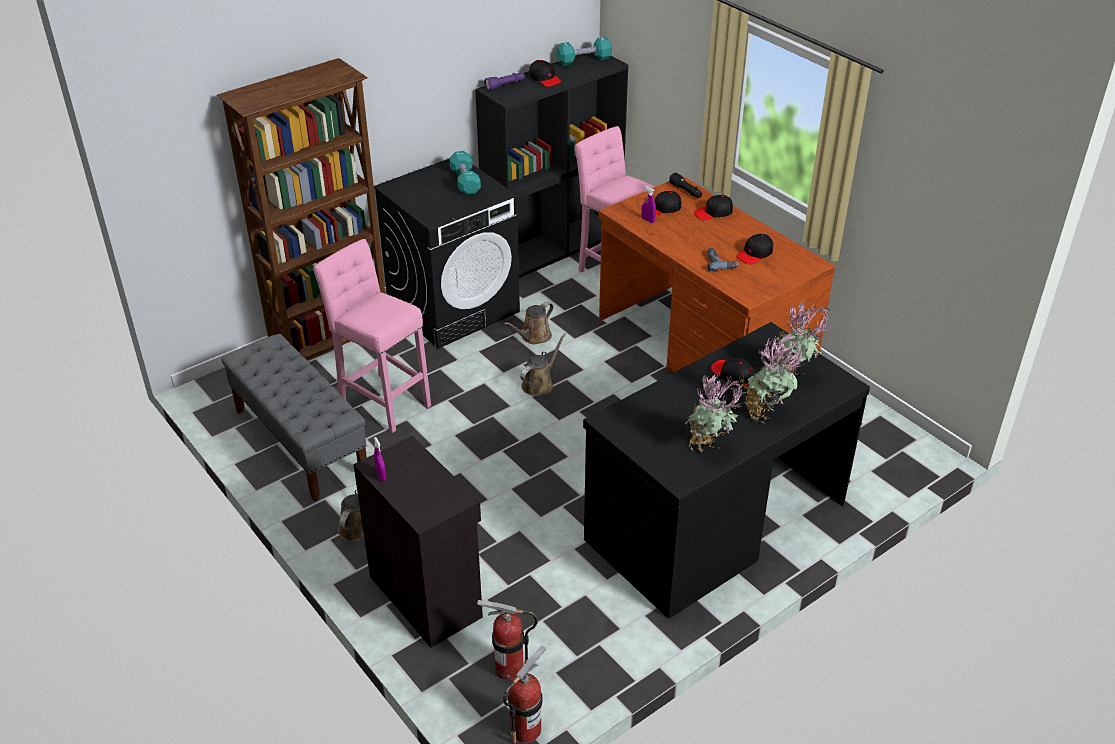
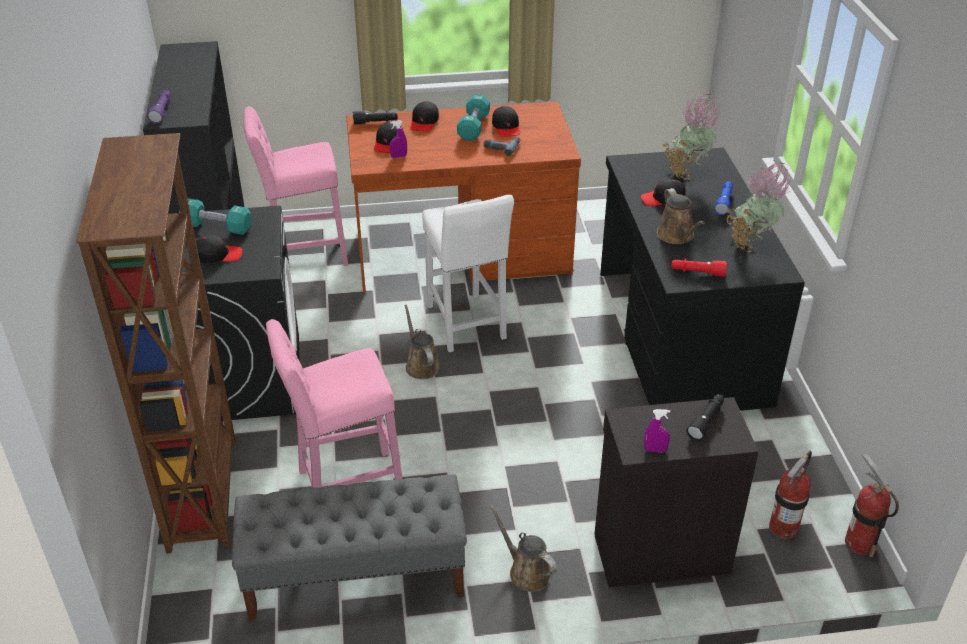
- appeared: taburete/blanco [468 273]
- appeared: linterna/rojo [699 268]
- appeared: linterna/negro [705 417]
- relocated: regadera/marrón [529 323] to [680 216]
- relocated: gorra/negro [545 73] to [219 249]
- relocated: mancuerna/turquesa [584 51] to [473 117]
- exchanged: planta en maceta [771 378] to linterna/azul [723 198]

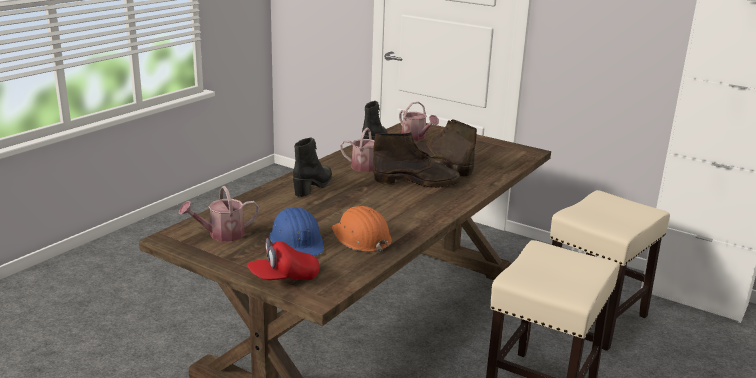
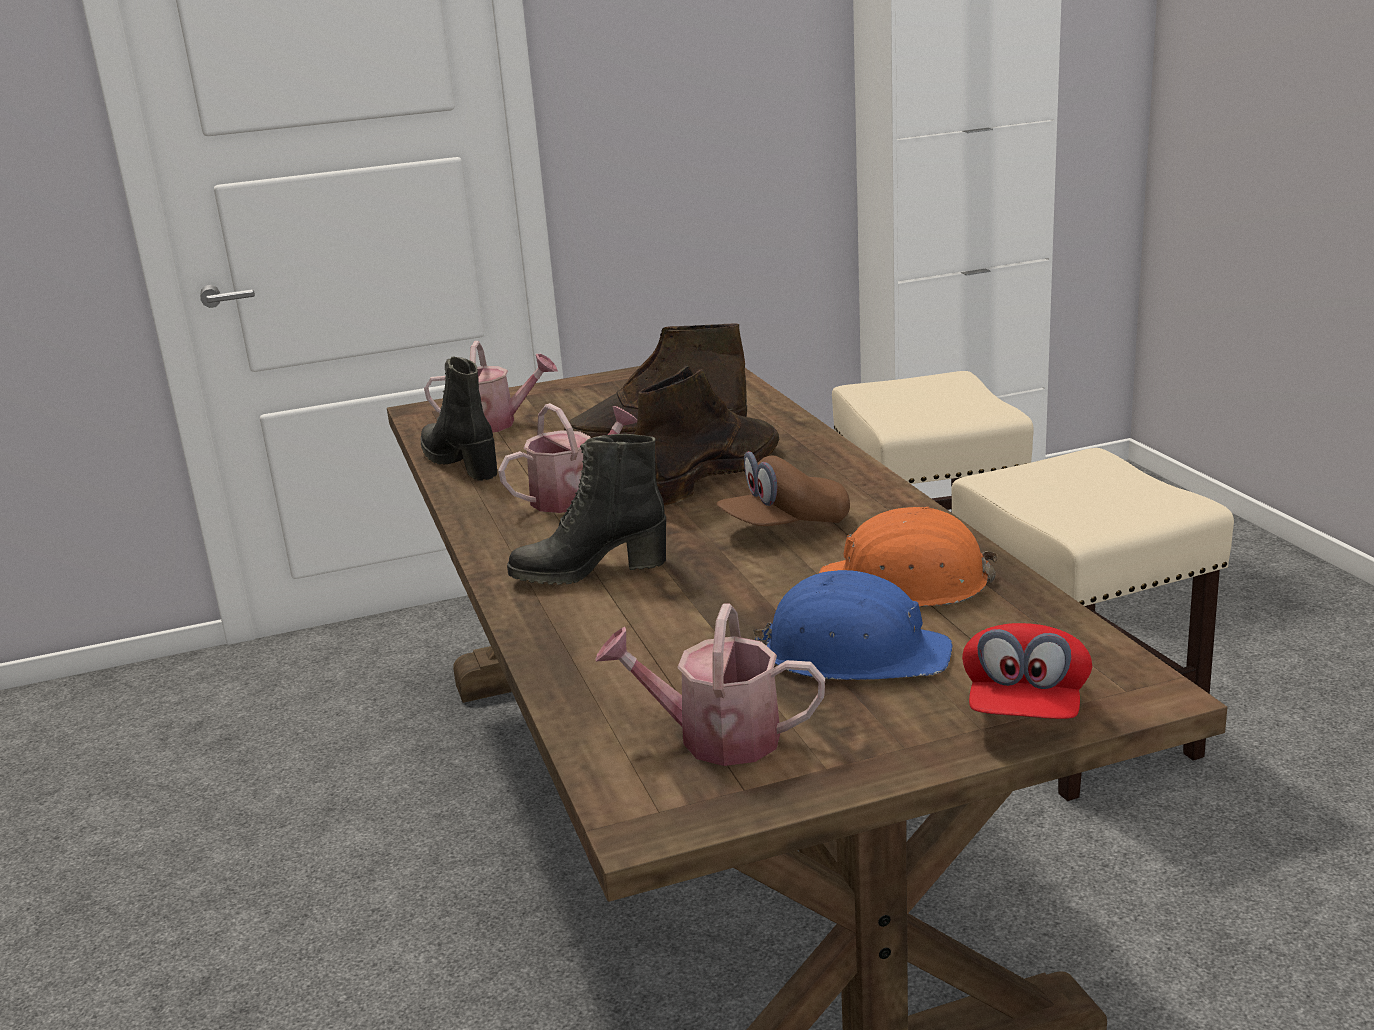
- appeared: gorra/marrón [783 488]
- spun: regadera [219 213] = [710 684] 90 degrees clockwise
- spun: bota/negro [312 167] = [586 509] 75 degrees counterclockwise

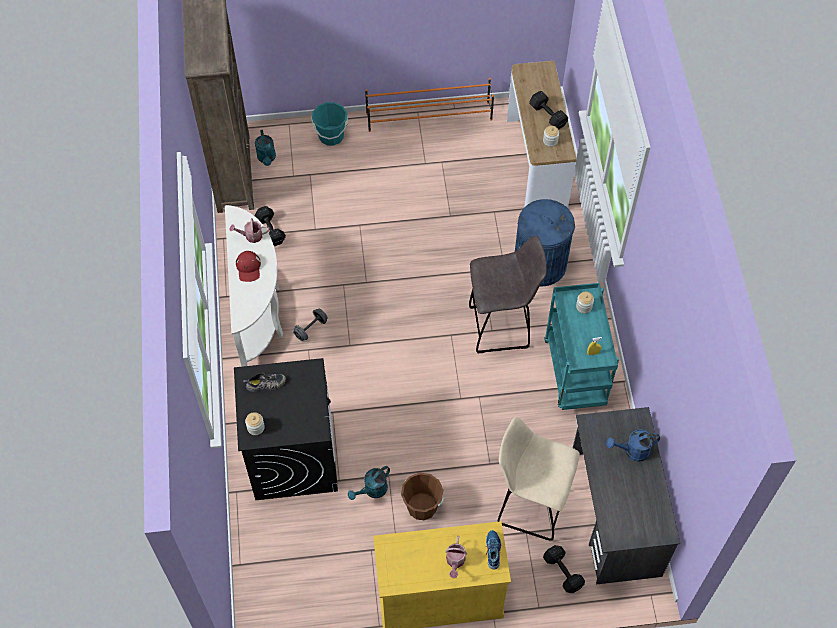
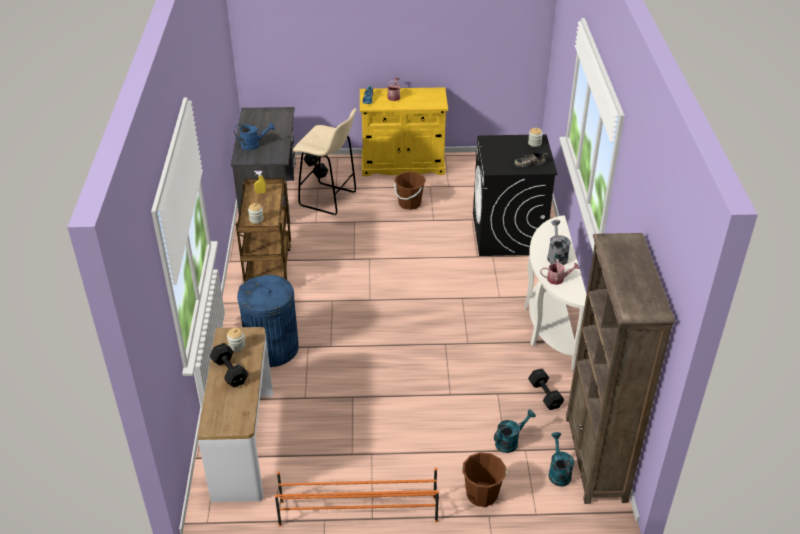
- missing: mancuerna/gris [310 324]
- missing: taburete/gris [507 294]
- relocated: regadera/turquesa [369 483] to [515 431]
- exchanged: gorra/rojo [248 266] to regadera/gris [559 242]
- colour: cubo/turquesa [329 124] to cubo/marrón [484 479]
- colour: carrito/turquesa [581 346] to carrito/marrón [263 230]

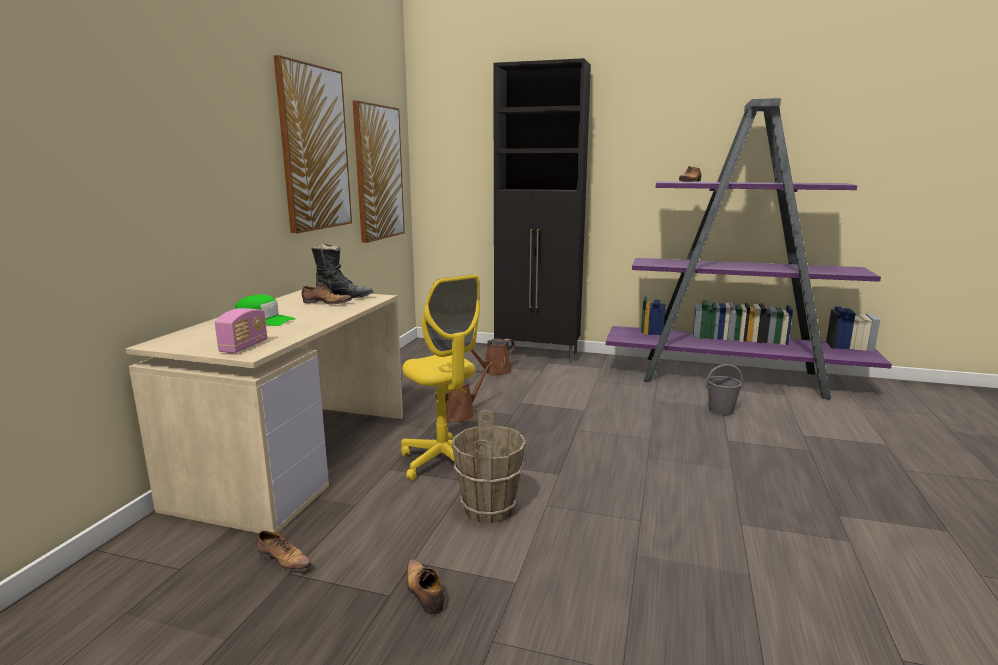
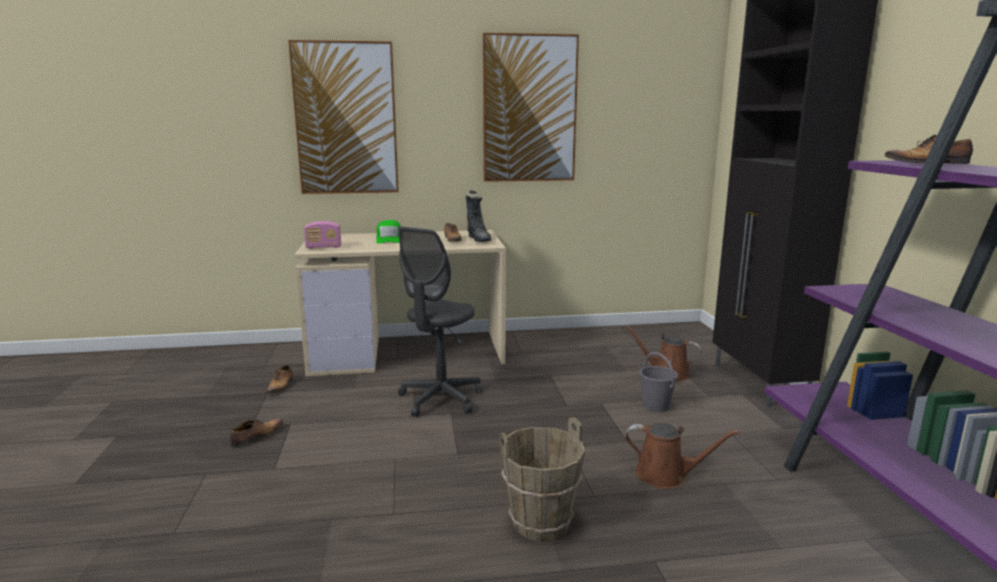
- relocated: cuadro [379 172] to [343 117]
- relocated: regadera/marrón [464 392] to [682 456]
- relocated: cubo/marrón [489 466] to [542 479]
- relocated: cubo/gris [724 389] to [659 382]
- colour: silla de oficina/amarillo [440 377] to silla de oficina/gris [440 322]

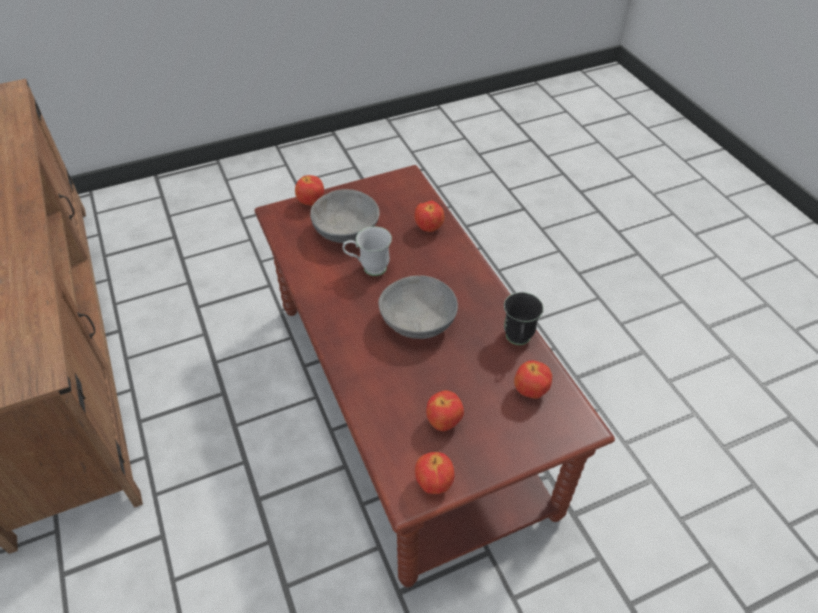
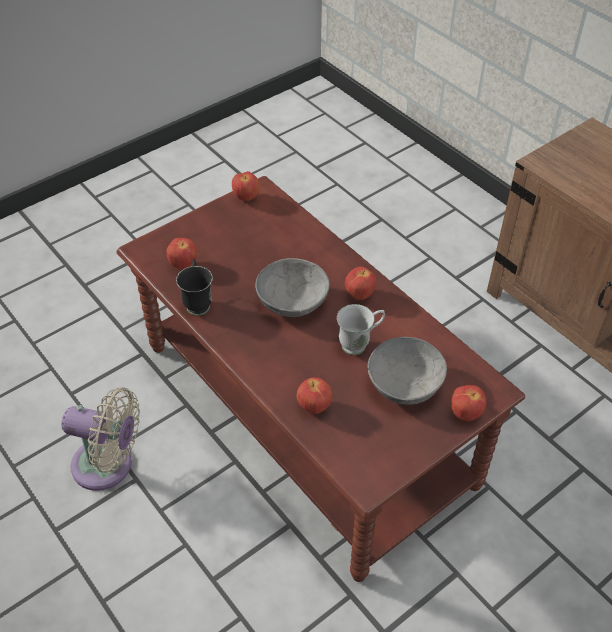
- appeared: ventilador/beis [100 439]
- relocated: manzana [445 410] to [360 283]

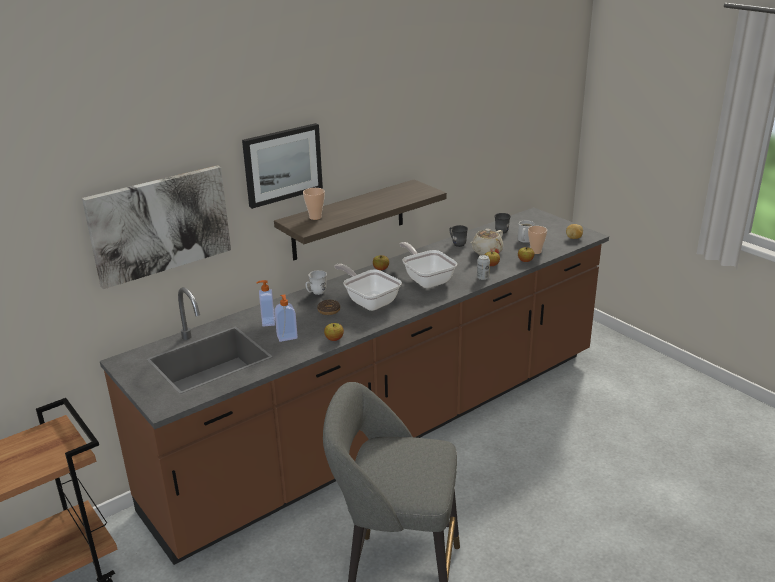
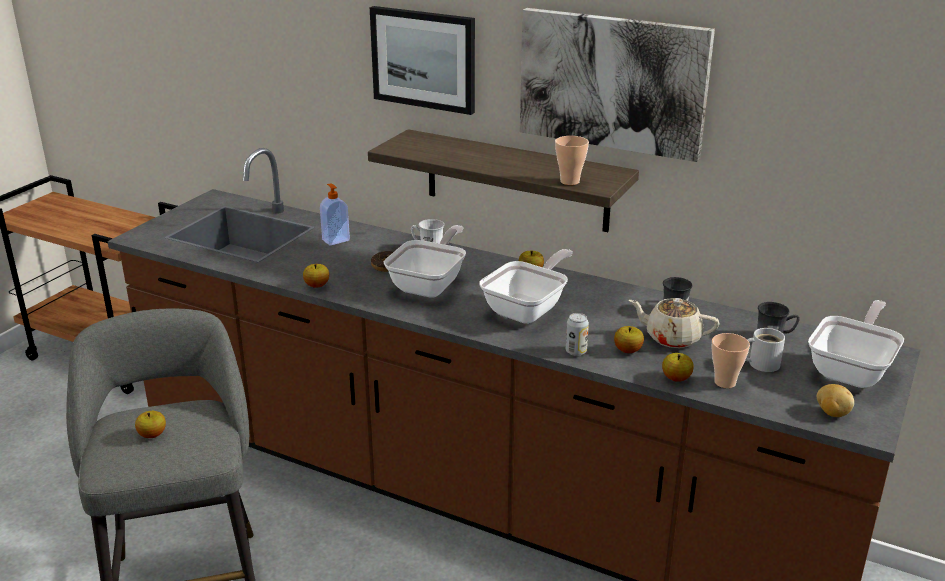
- missing: dispensador de jabón [286 318]
- appeared: manzana [150 424]
- appeared: sartén [856 344]
- relocated: cuadro [156 227] to [617 85]
- relocated: taza [314 204] to [572 160]

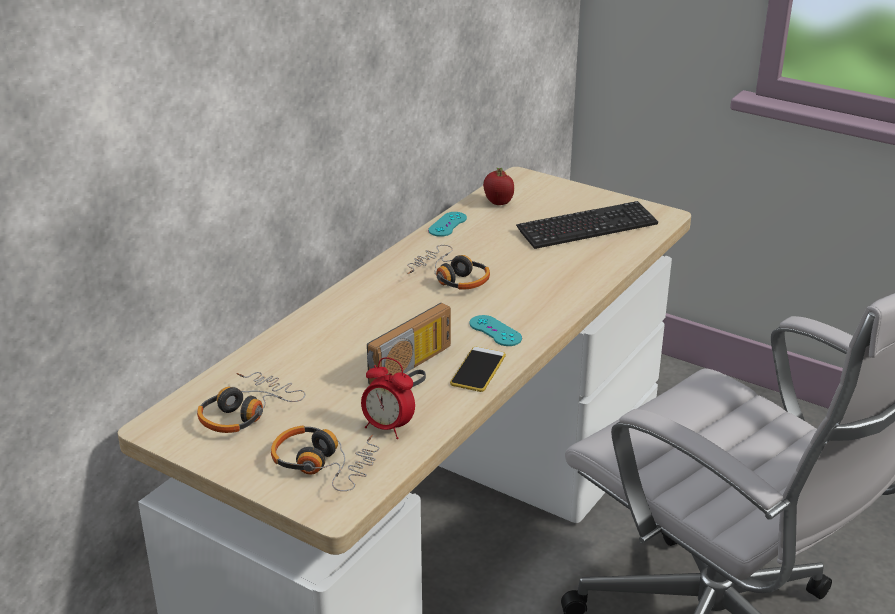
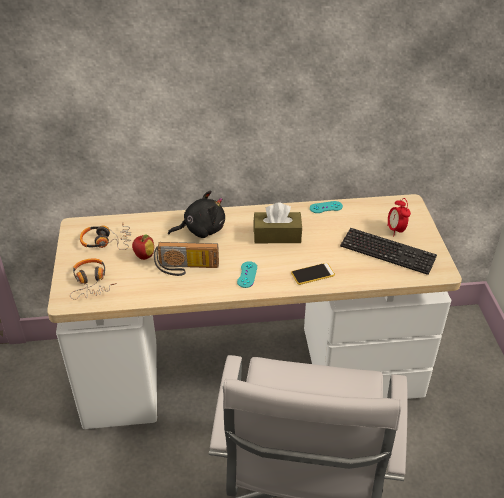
- appeared: peluche/negro [196 214]
- relocated: despertador [388 398] to [399 216]
- relocated: móvil [478 369] to [313 274]
- relocated: manzana [498 186] to [143 247]
- exchanged: auriculares [448 267] to caja de pañuelos/marrón [277 222]

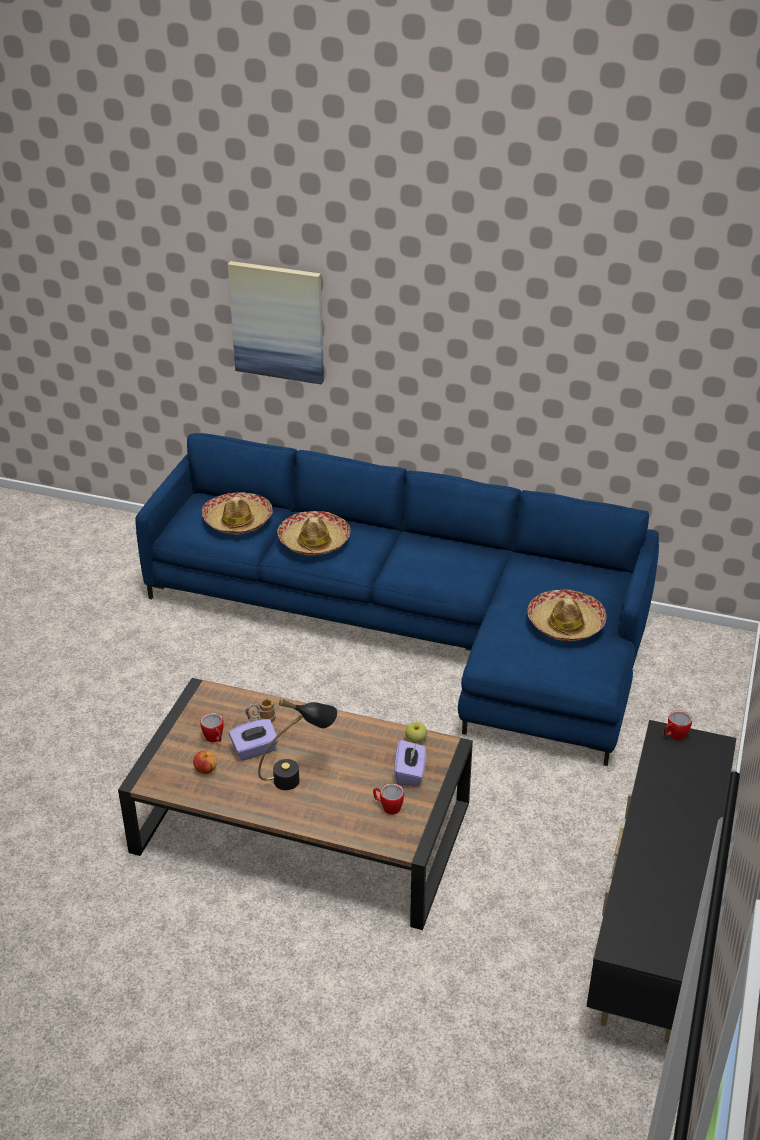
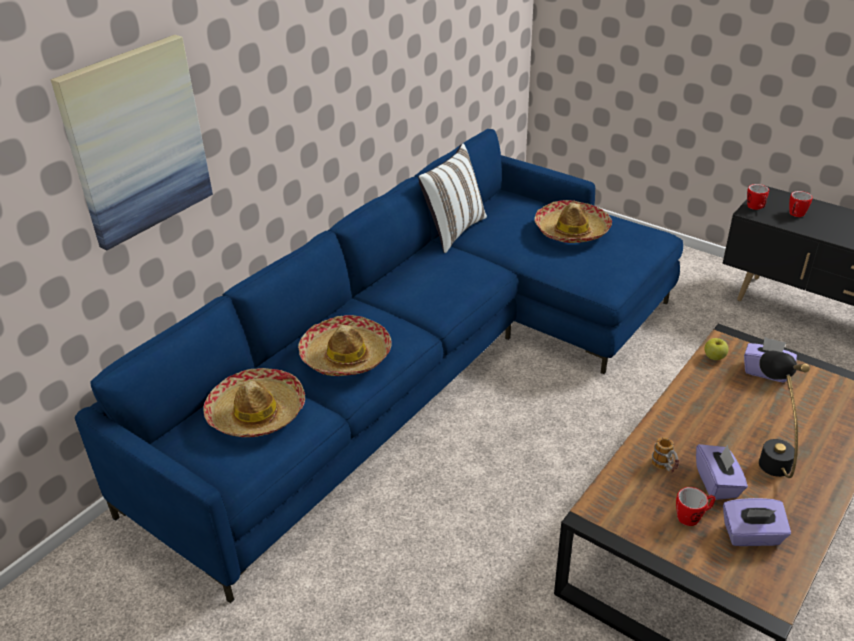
- appeared: cojín/blanco [452 198]
- relocated: taza grande [388 799] to [801 204]
- exchanged: manzana [205 763] to caja de pañuelos/morado [757 522]

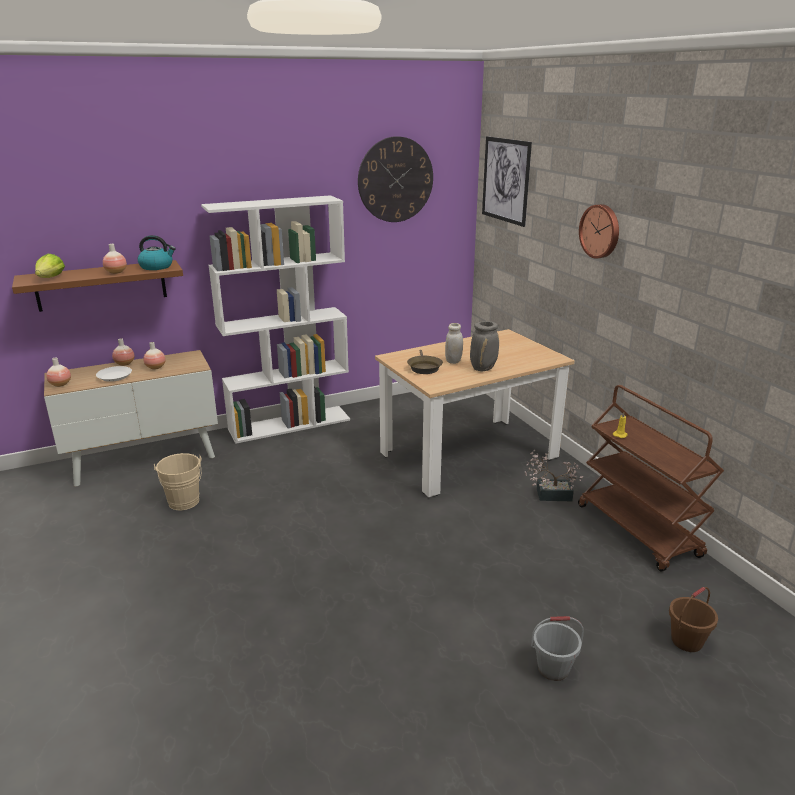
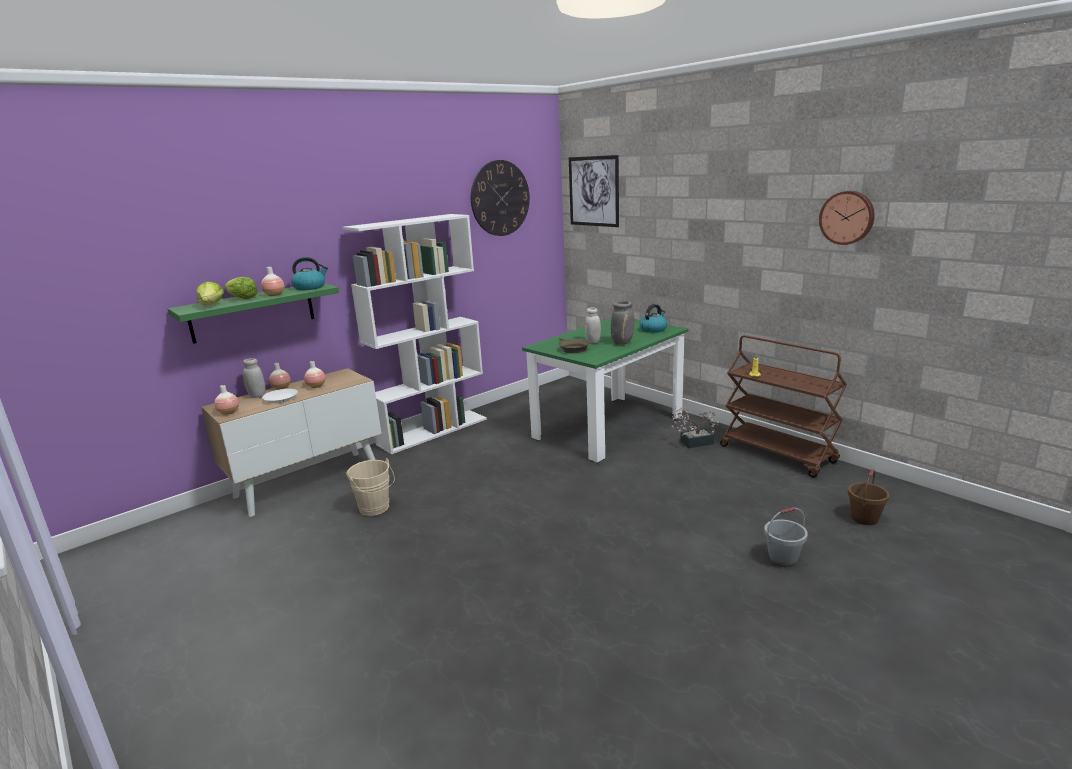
- appeared: lechuga [241 288]
- appeared: tarro/blanco [254 378]
- appeared: hervidor [653 318]
- relocated: reloj de pared [599 231] to [847 218]
- colour: estante/marrón [97 286] to estante/verde [253 313]
- colour: mesa de comedor/beis [475 413] to mesa de comedor/verde [605 390]

